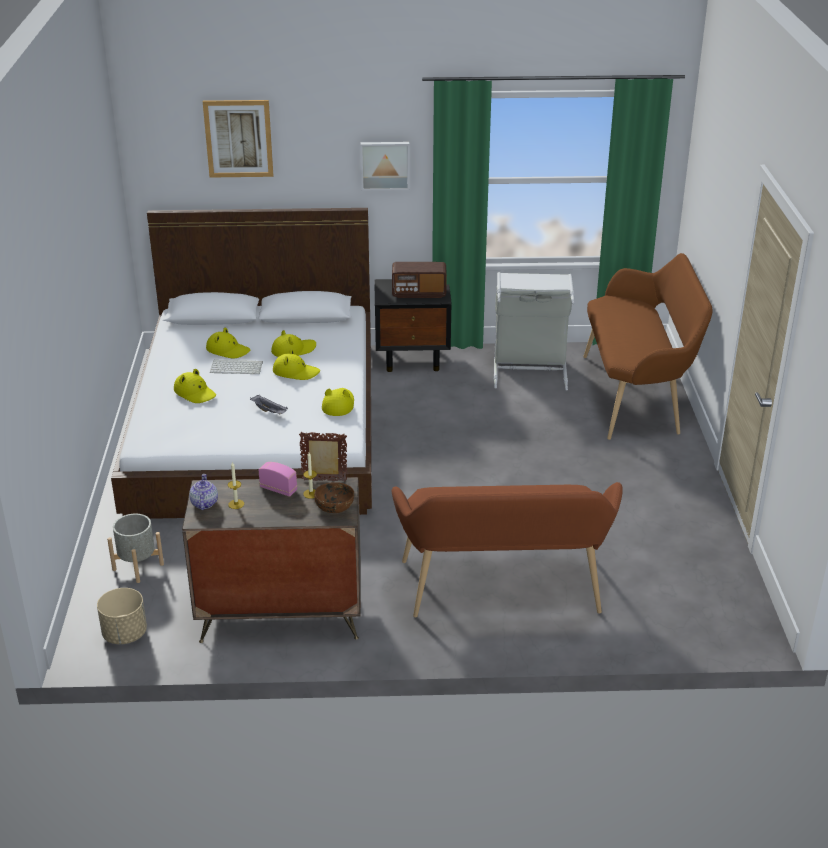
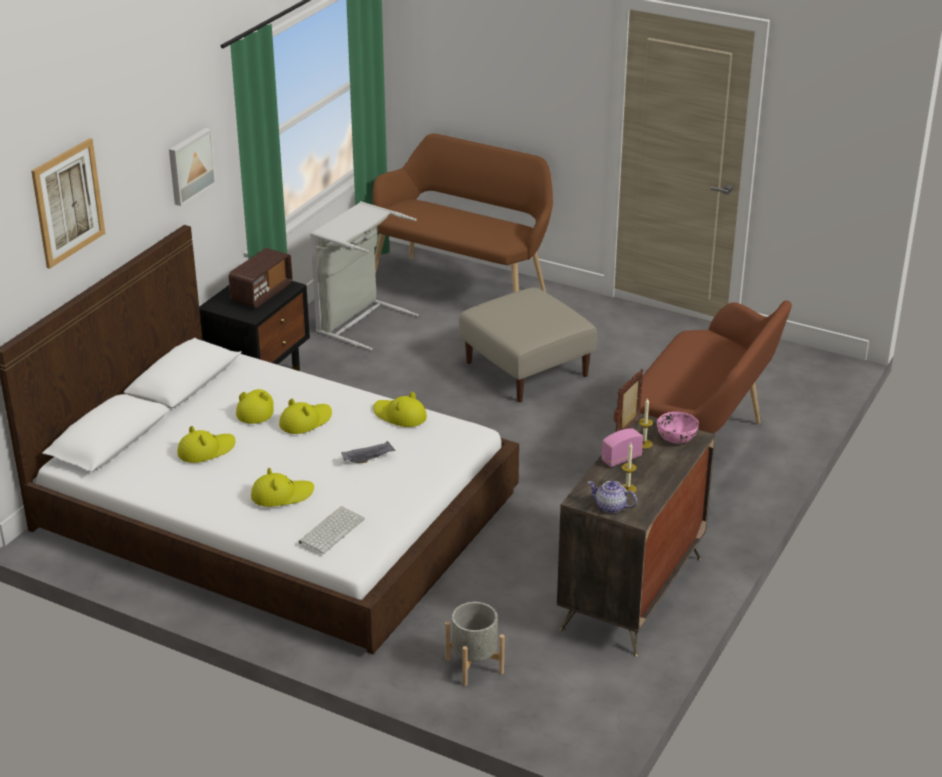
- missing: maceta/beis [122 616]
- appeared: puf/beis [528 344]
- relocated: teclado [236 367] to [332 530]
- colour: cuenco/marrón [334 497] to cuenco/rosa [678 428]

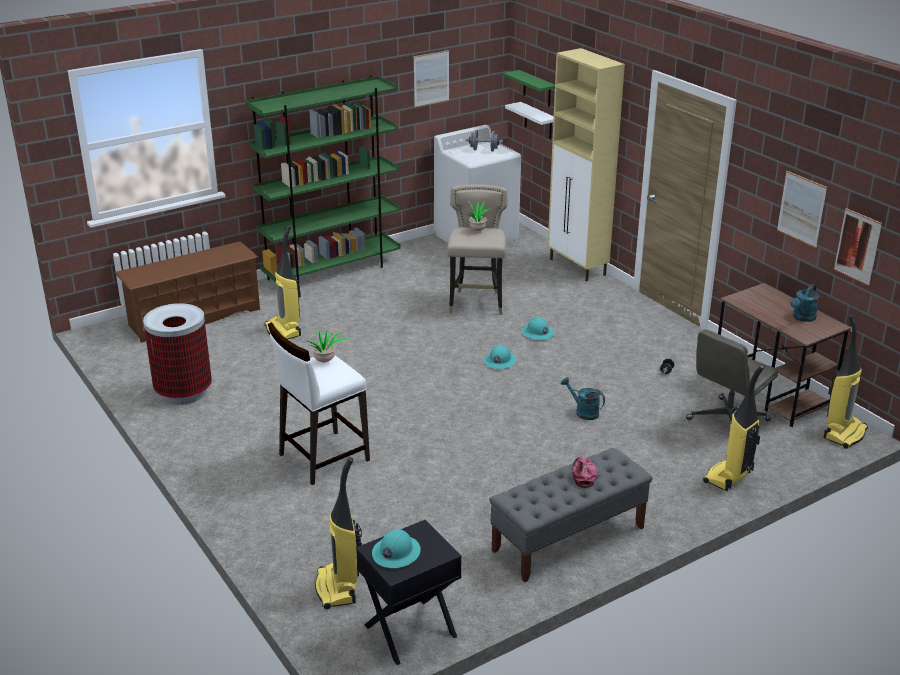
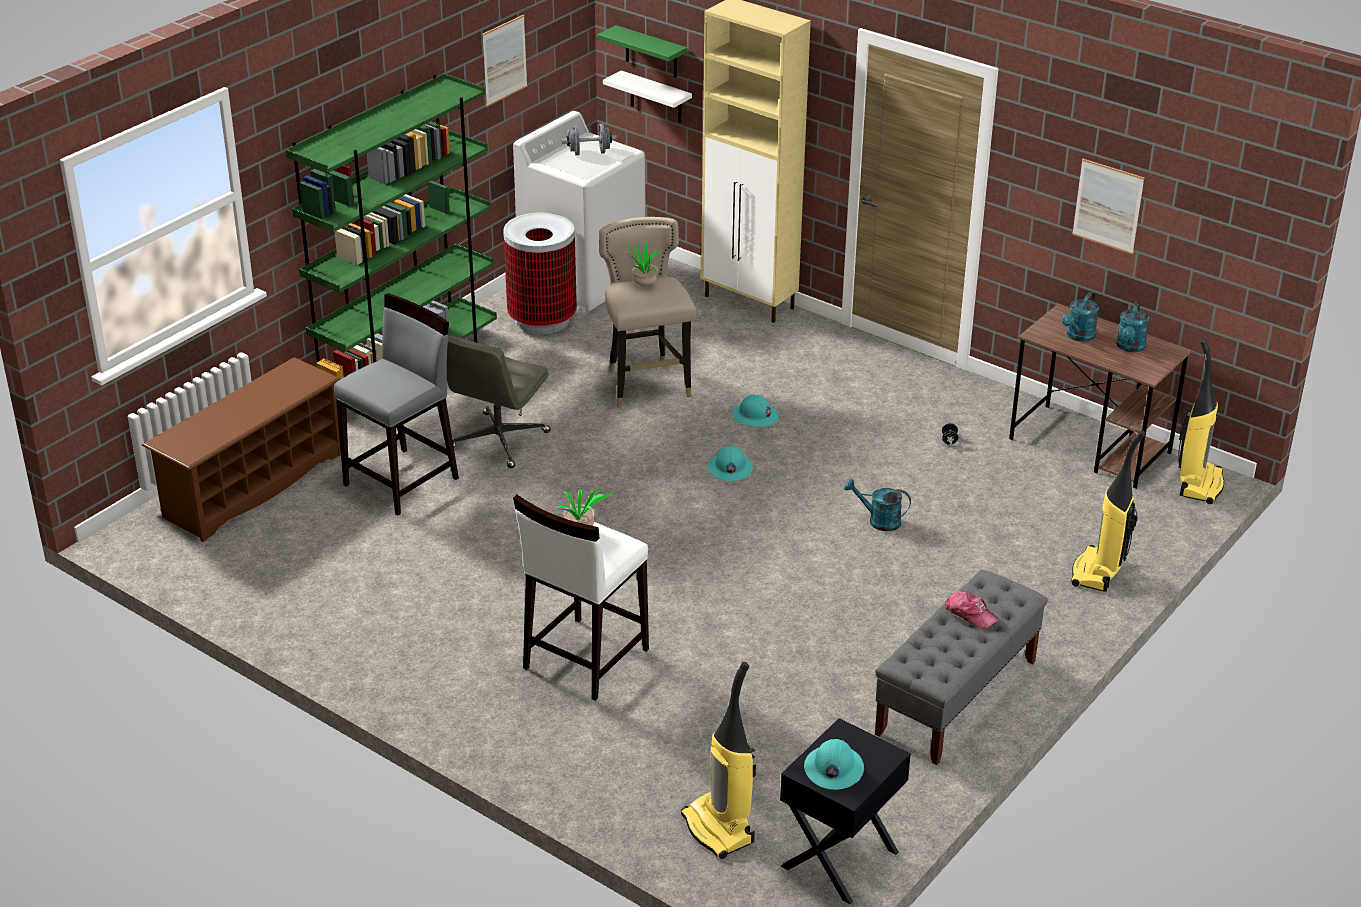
- missing: cuadro [858 247]
- appeared: regadera/turquesa [1080 317]
- relocated: papelera [177 354] to [540 273]
- relocated: silla de oficina/gris [732 376] to [499 401]
- exchanged: aspiradora [283 282] to taburete/gris [396 404]
- spun: gorra [584 472] = [972 610] 150 degrees clockwise

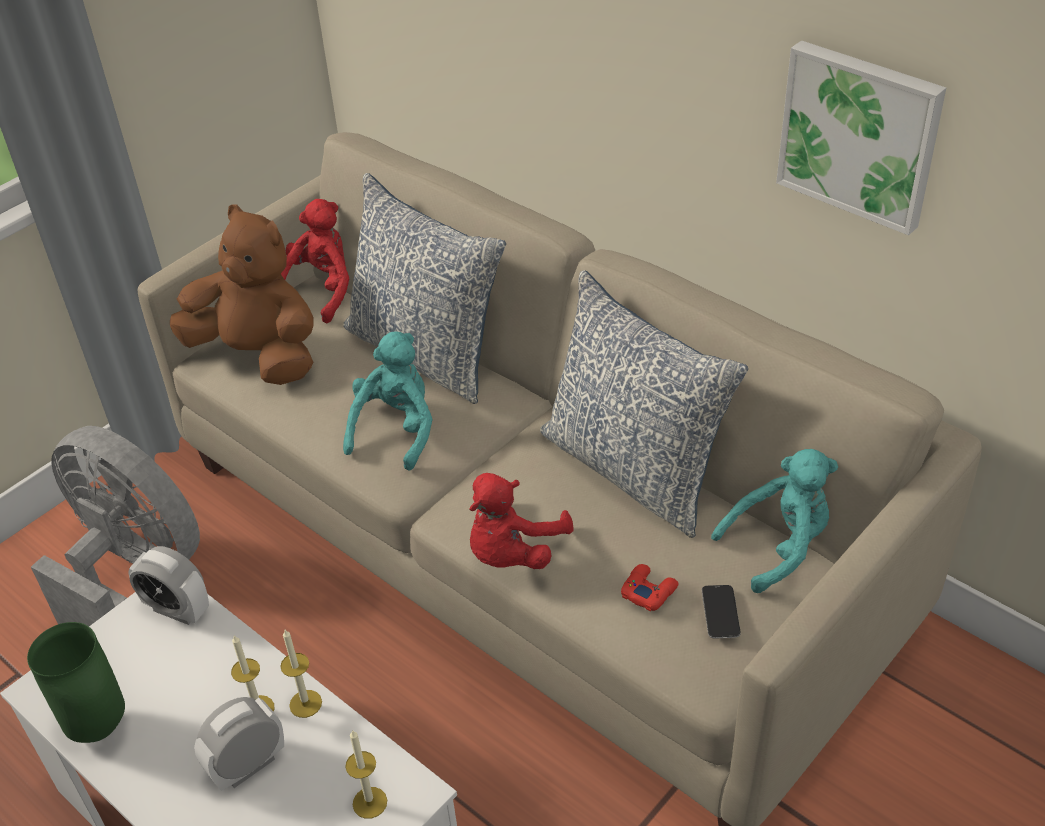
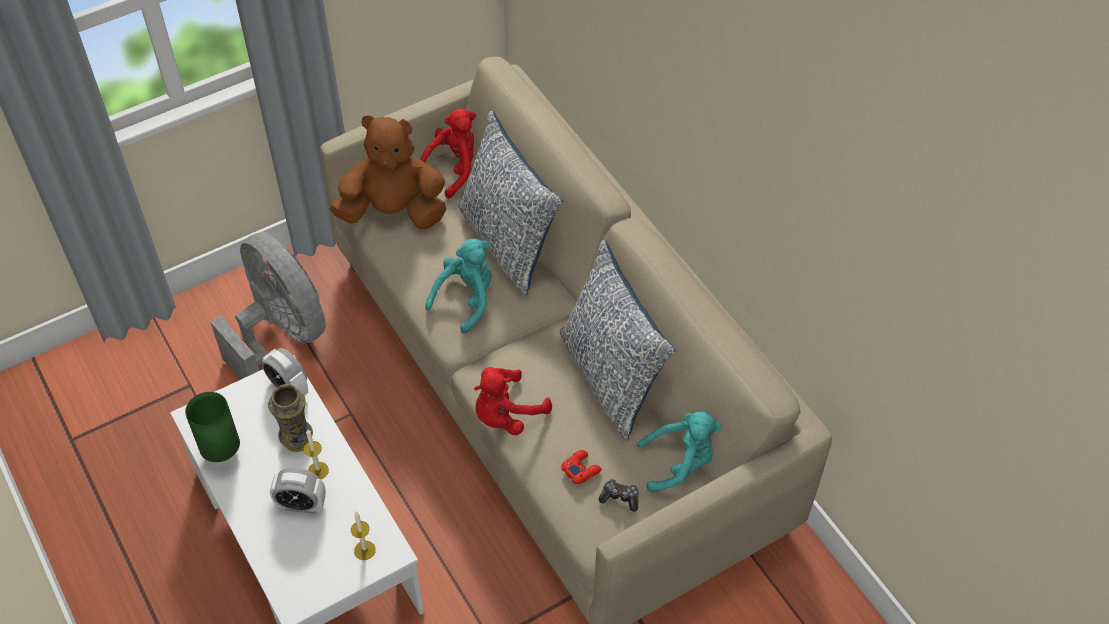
- missing: vela [301 674]
- missing: cuadro [861 137]
- appeared: florero [290 418]
- exchanged: móvil [721 612] to mando de consola [619 495]
- spun: peluche/marrón [242 295] = [388 172] 45 degrees counterclockwise
- spun: despertador [239 744] = [298 491] 150 degrees counterclockwise

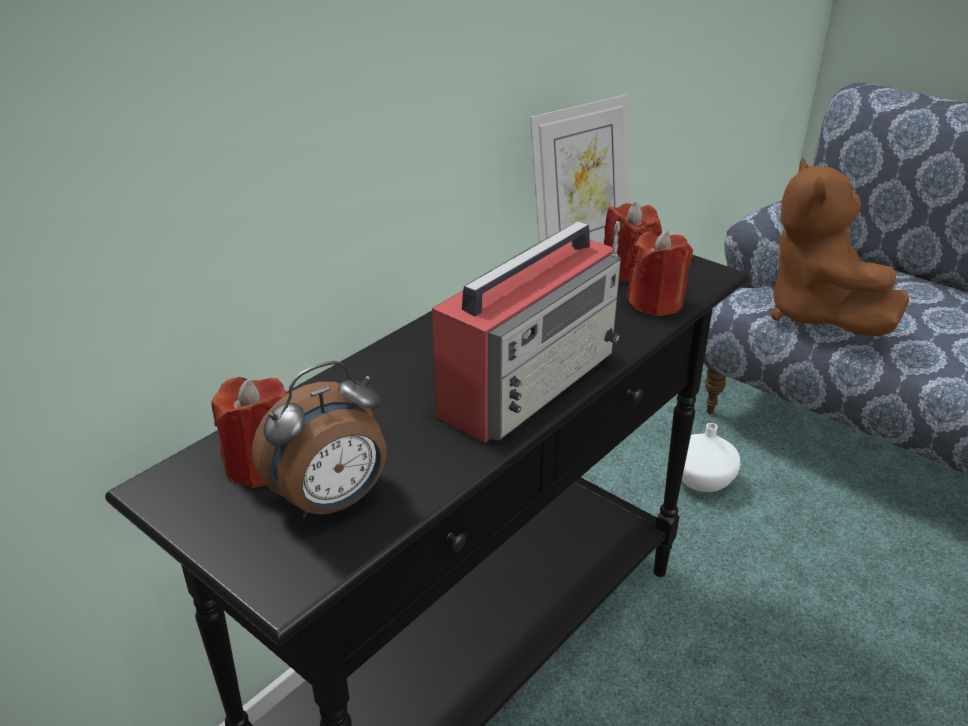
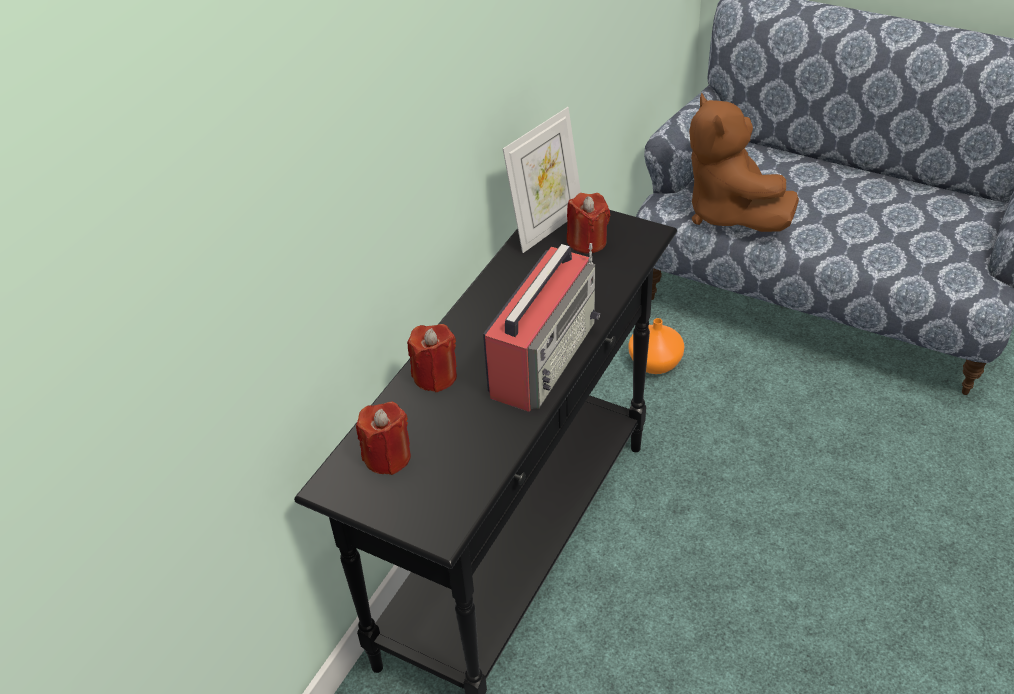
- missing: despertador [319 440]
- relocated: vela/rojo [660 273] to [432 358]
- colour: florero/blanco [711 457] to florero/naranja [656 346]

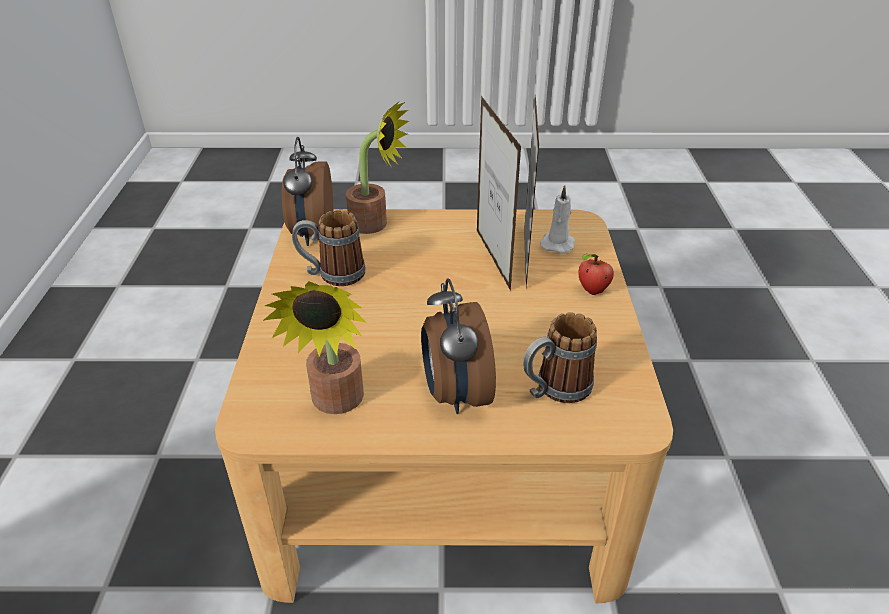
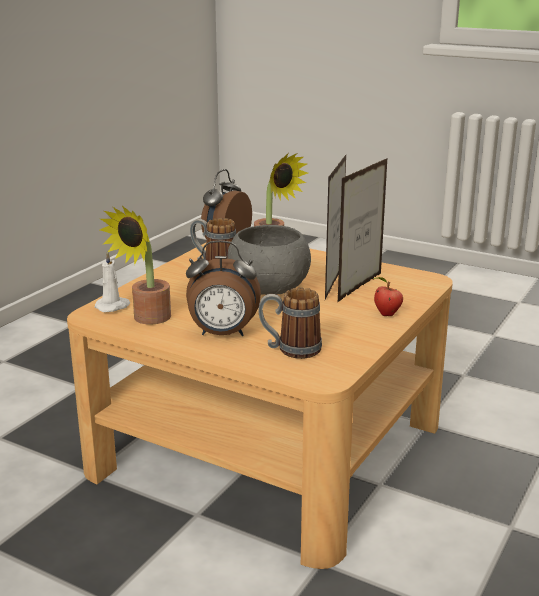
- appeared: cuenco/gris [269 260]
- relocated: vela/blanco [557 219] to [112 281]
- spun: despertador [458 346] = [223 288] 105 degrees counterclockwise

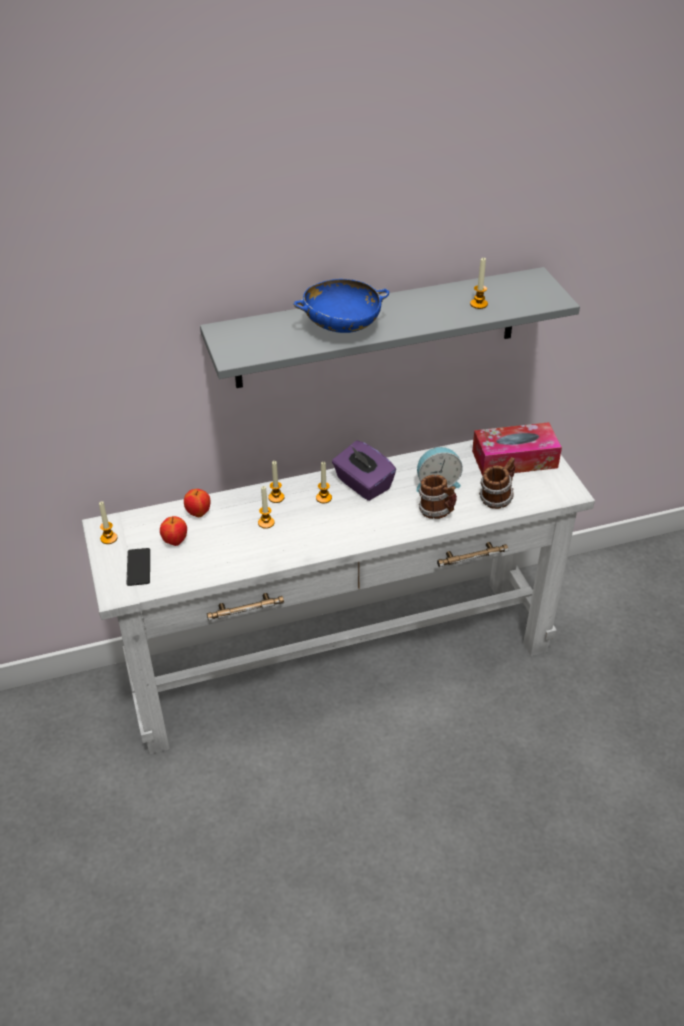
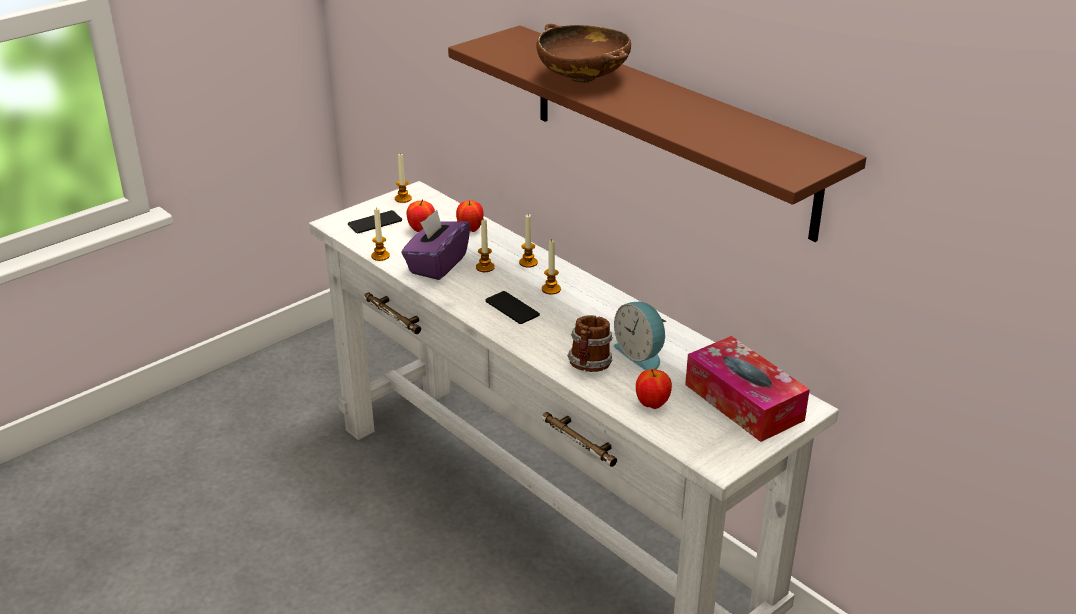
- appeared: móvil [512 307]
- relocated: caja de pañuelos/morado [364 470] to [436 245]
- relocated: vela [479 283] to [380 234]
- exchanged: taza grande [497 483] to manzana [654 389]
- colour: estante/gris [390 327] to estante/marrón [657 133]
- colour: cuenco/azul [341 306] to cuenco/marrón [583 53]

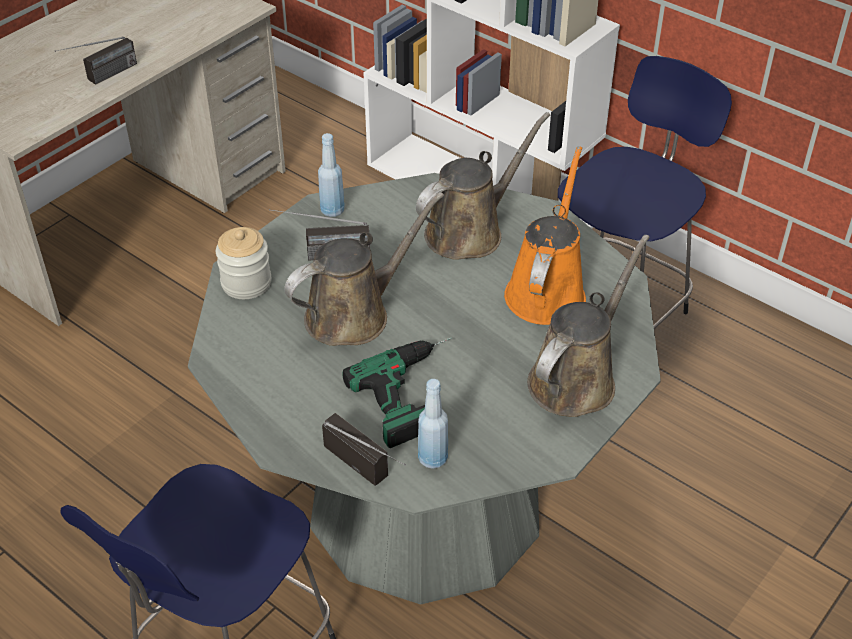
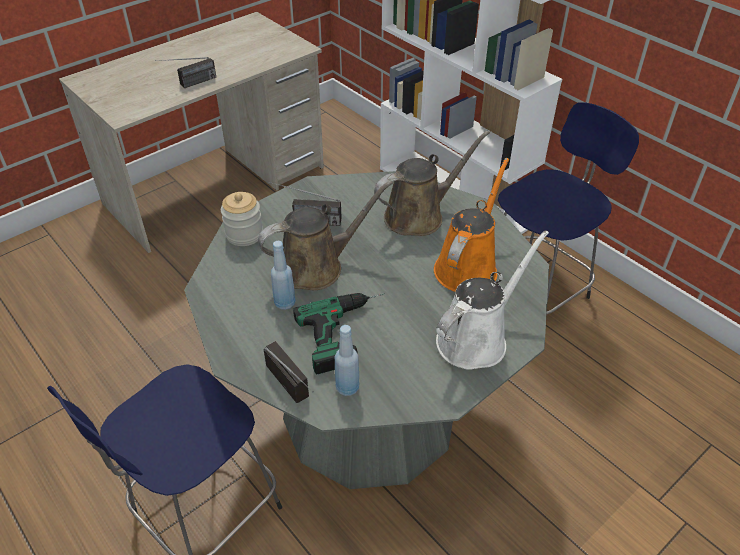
- relocated: botella/azul [331 175] to [283 275]
- colour: regadera/marrón [588 326] to regadera/blanco [492 300]

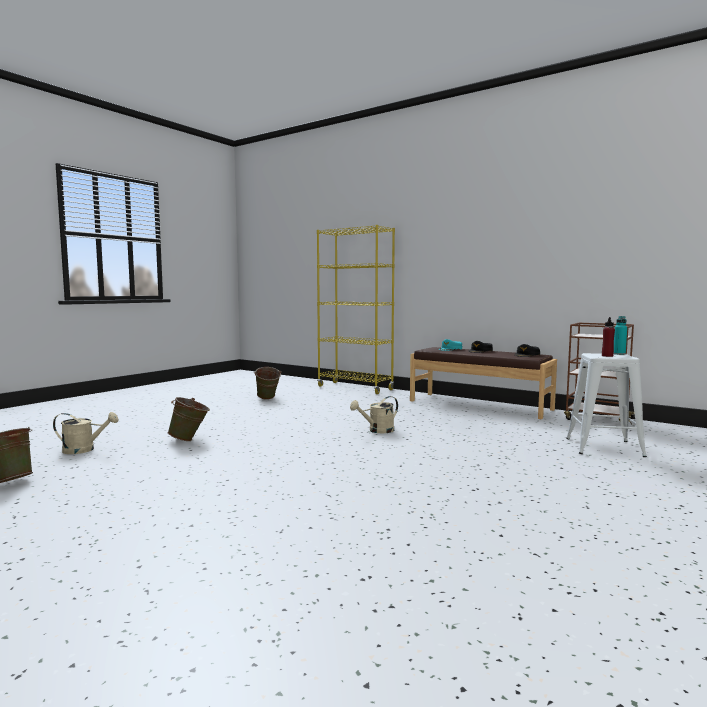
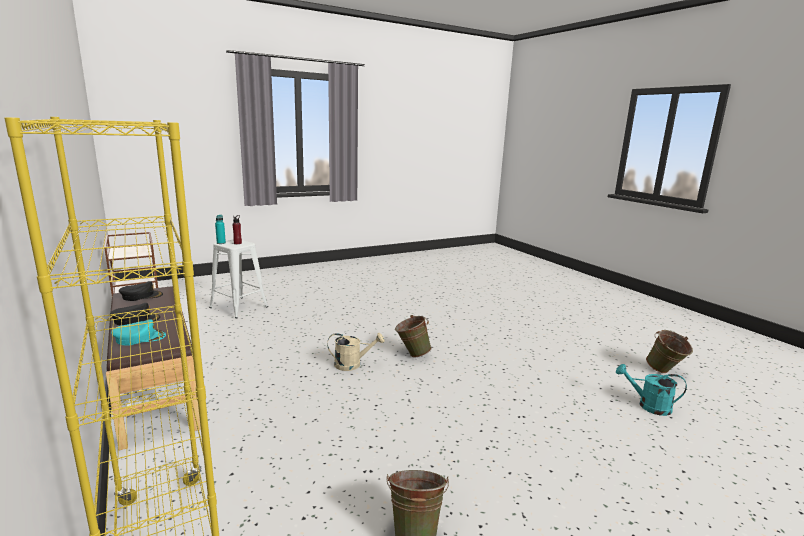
- relocated: cubo/verde [189 419] to [413 336]
- colour: regadera/beis [86 433] to regadera/turquesa [651 390]

